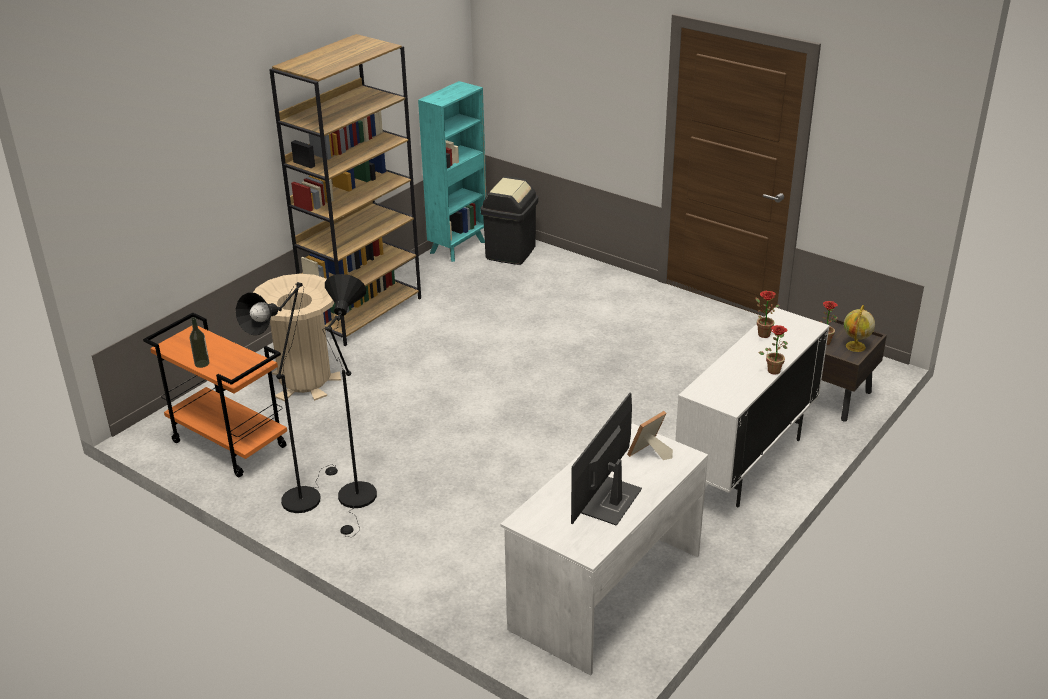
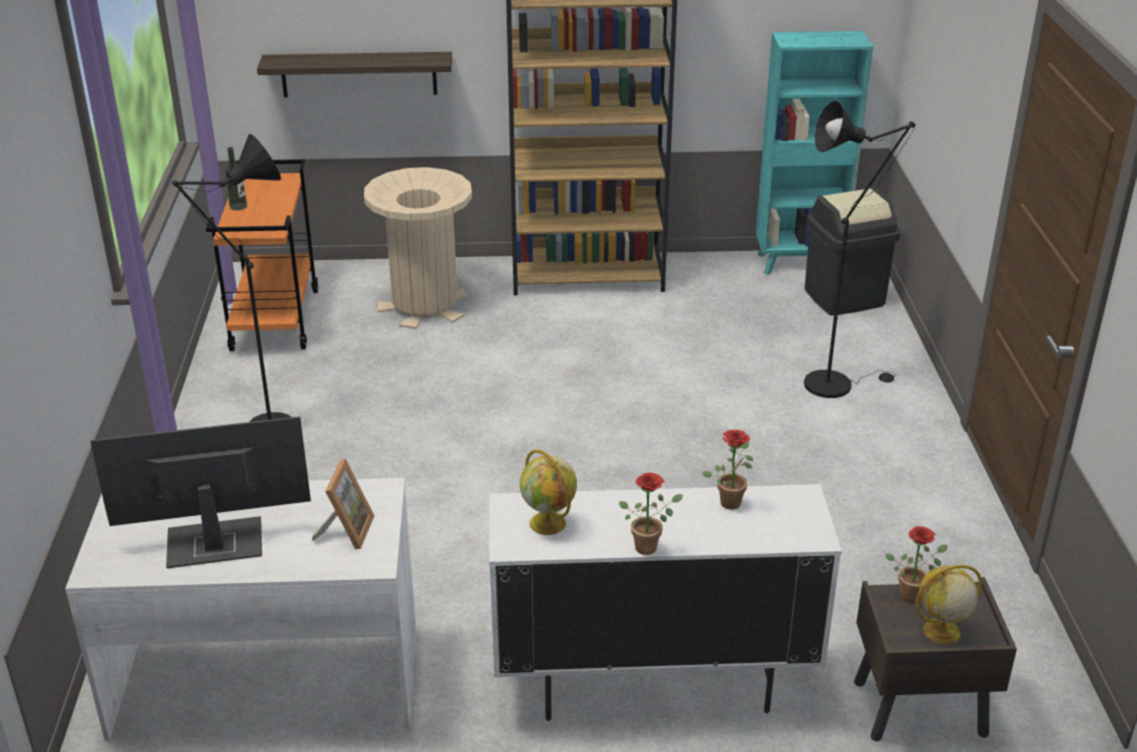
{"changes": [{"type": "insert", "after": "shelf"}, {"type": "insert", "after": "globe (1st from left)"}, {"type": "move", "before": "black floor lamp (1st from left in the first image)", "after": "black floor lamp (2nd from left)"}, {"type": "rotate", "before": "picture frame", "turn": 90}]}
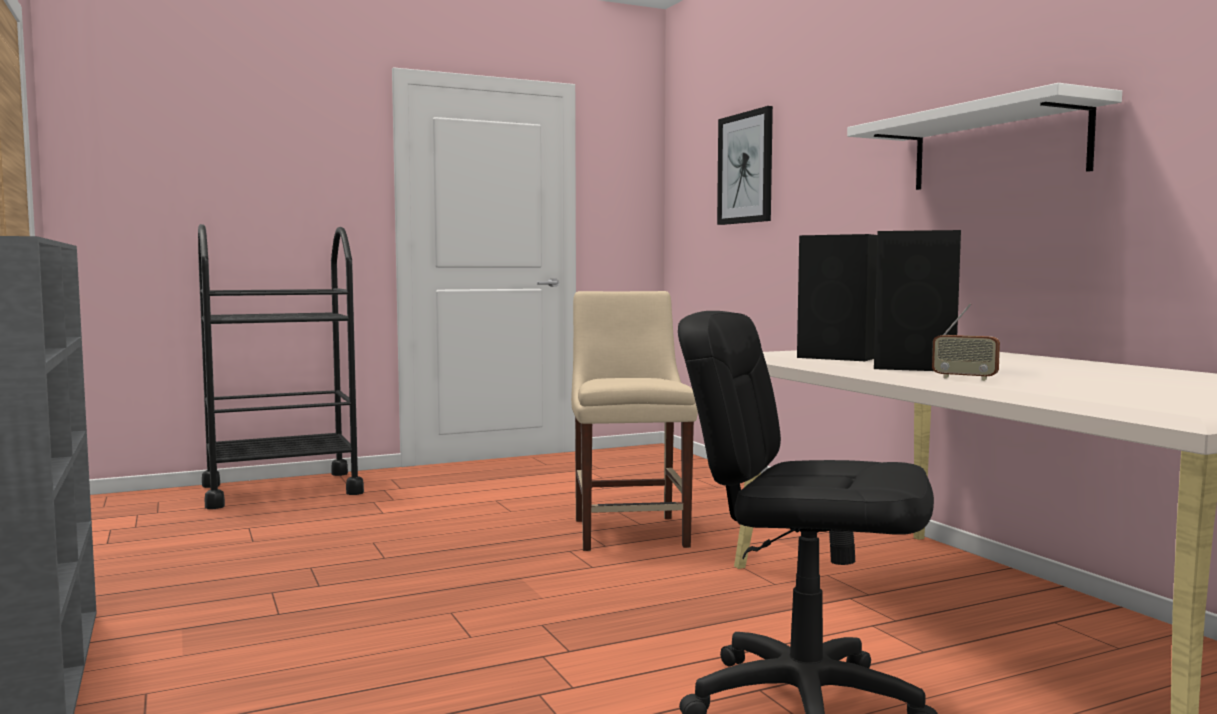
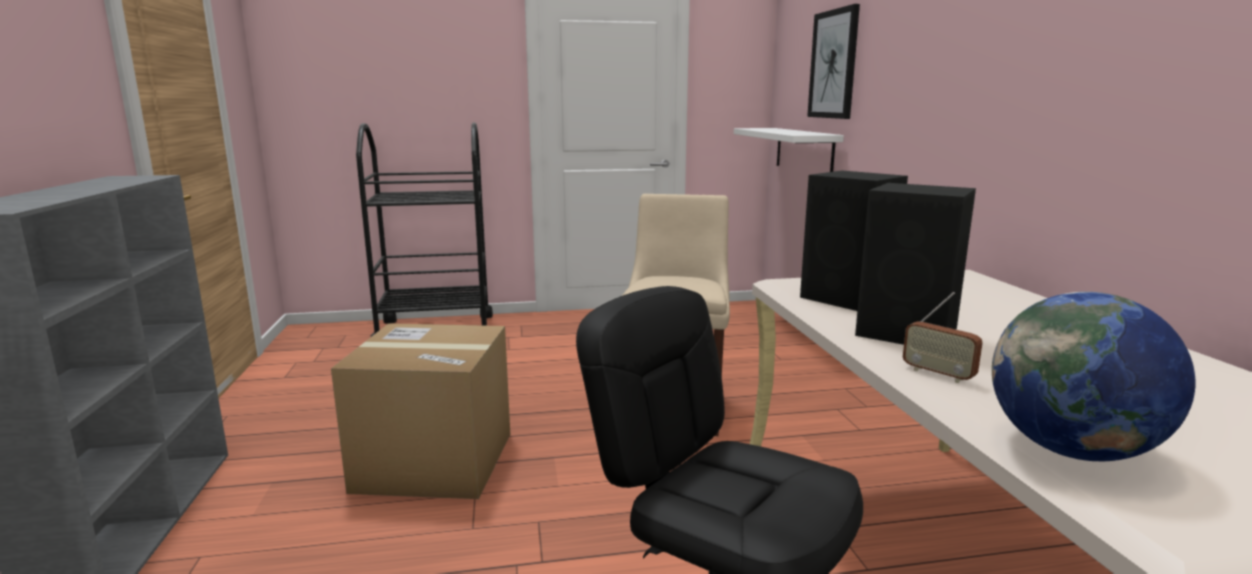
{"changes": [{"type": "insert", "after": "cardboard box"}, {"type": "insert", "after": "globe"}, {"type": "move", "before": "white shelf"}]}
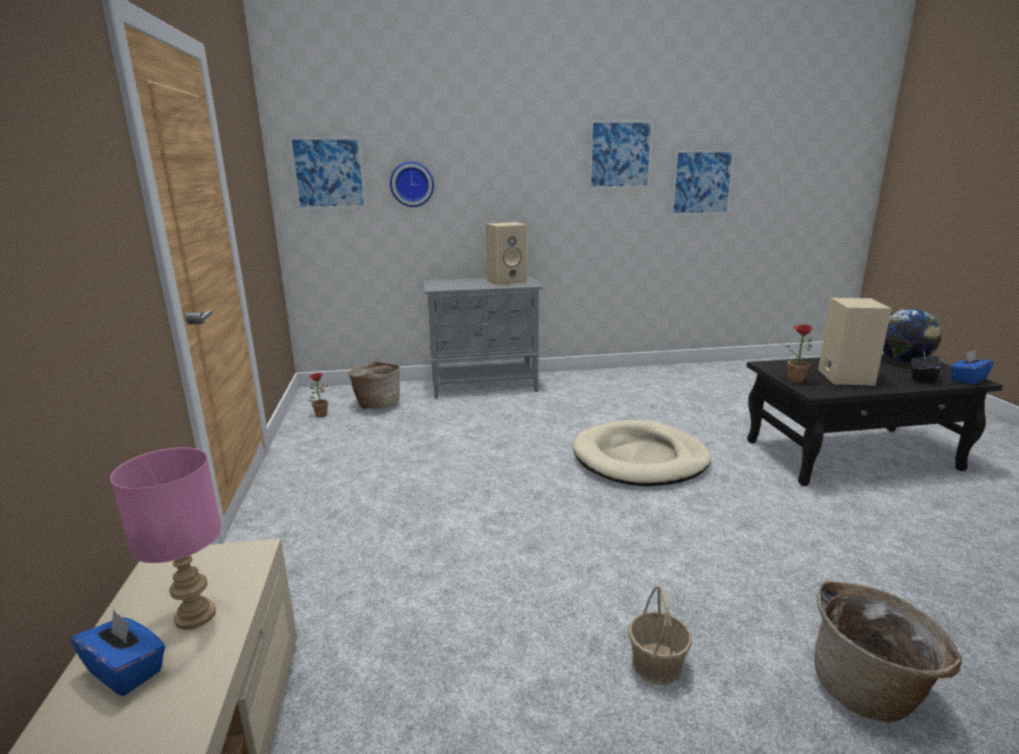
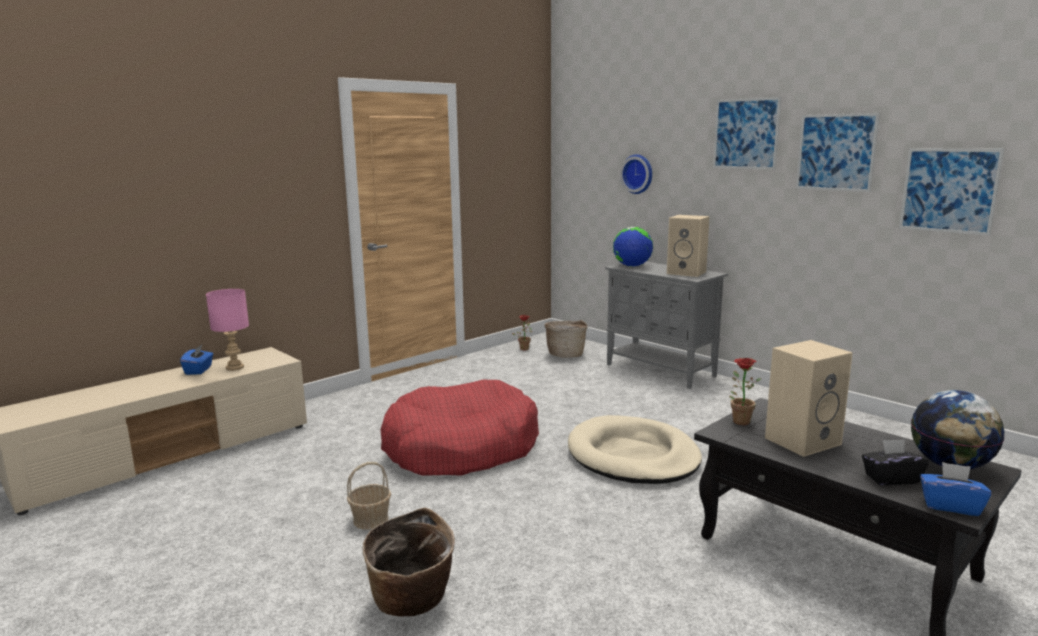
{"changes": [{"type": "insert", "after": "red dog bed"}, {"type": "insert", "after": "globe (1st from left)"}, {"type": "move", "before": "picture (1st from left)"}]}
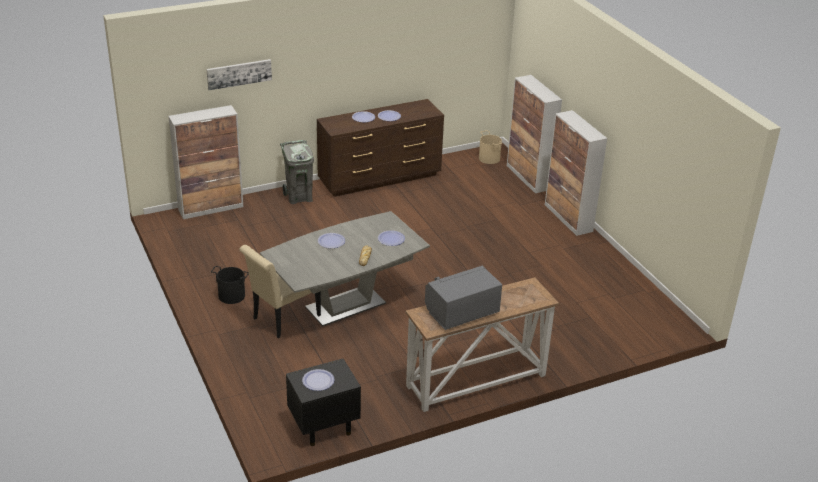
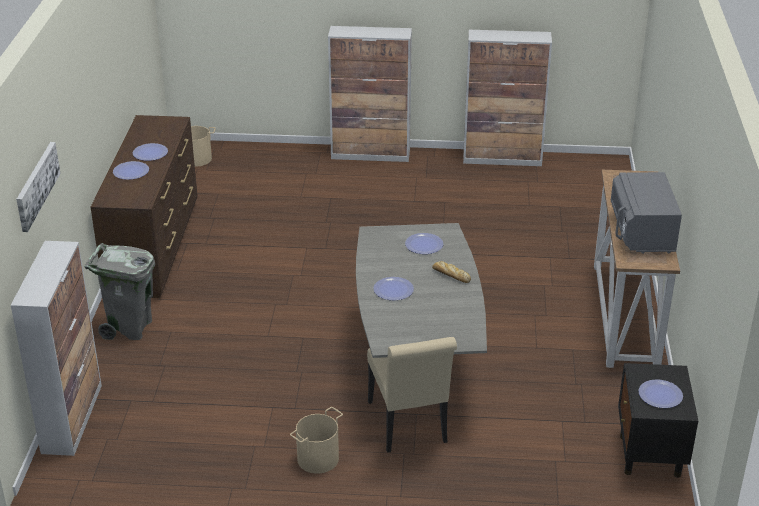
{"changes": [{"type": "move", "before": "cabinet (2nd from left in the first image)", "after": "cabinet (3rd from left)"}, {"type": "recolor", "before": "black bucket", "after": "beige bucket (2nd from left)"}]}
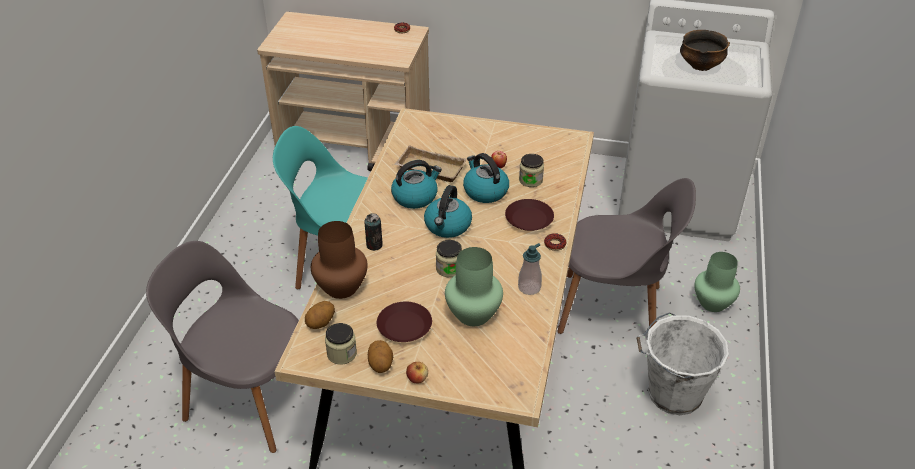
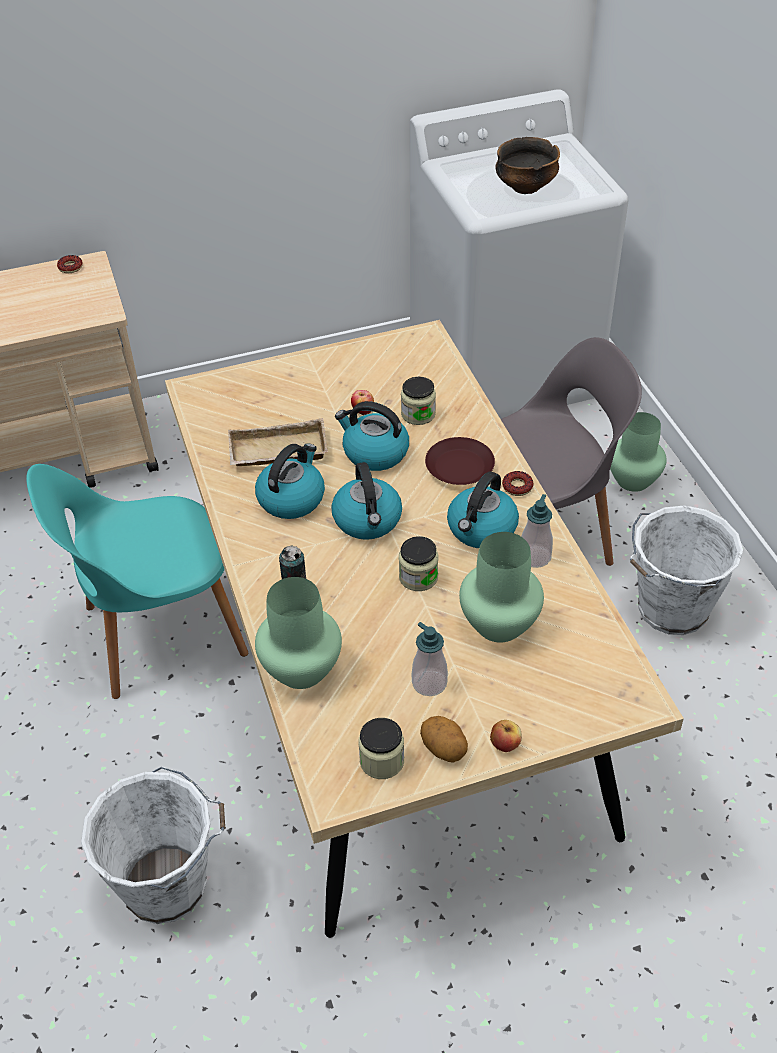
{"changes": [{"type": "delete", "before": "potato (1st from left)"}, {"type": "insert", "after": "kettle (4th from left)"}, {"type": "replace", "before": "grey chair (1st from left)", "after": "white bucket (1st from left)"}, {"type": "replace", "before": "brown plate (1st from left)", "after": "soap dispenser (1st from left)"}, {"type": "recolor", "before": "brown vase", "after": "green vase (1st from left)"}]}
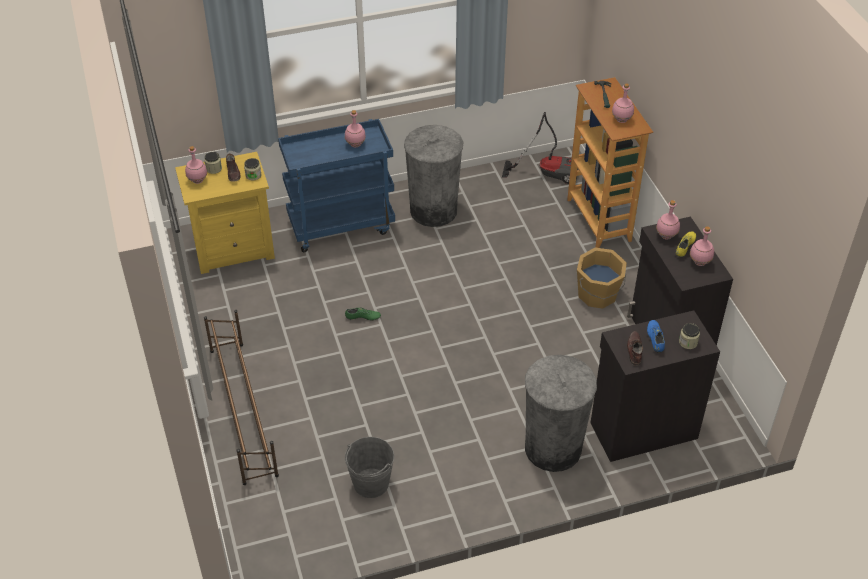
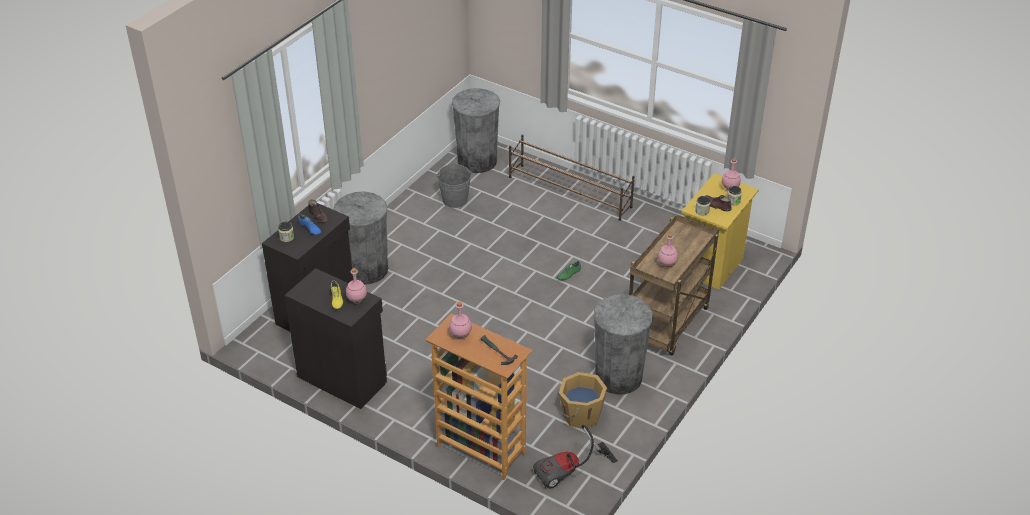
{"changes": [{"type": "delete", "before": "pink bottle (5th from left)"}, {"type": "insert", "after": "grey trash can (2nd from left)"}, {"type": "move", "before": "orange bucket"}, {"type": "recolor", "before": "blue cart", "after": "brown cart"}]}
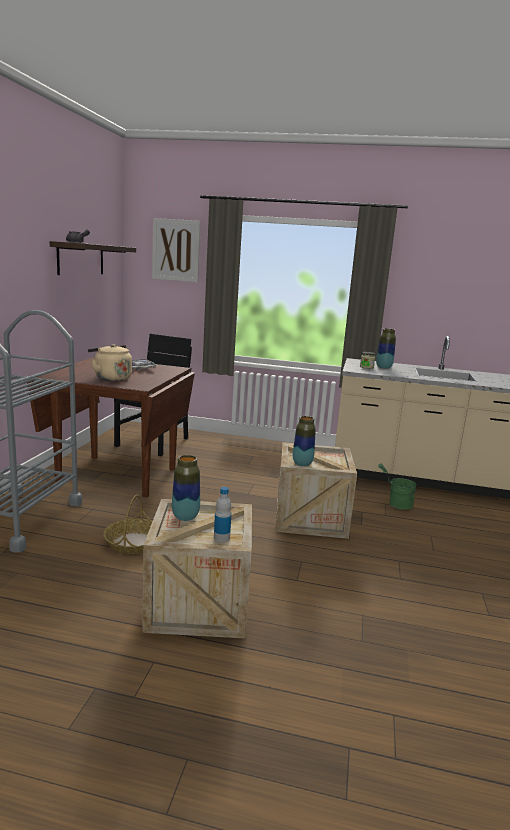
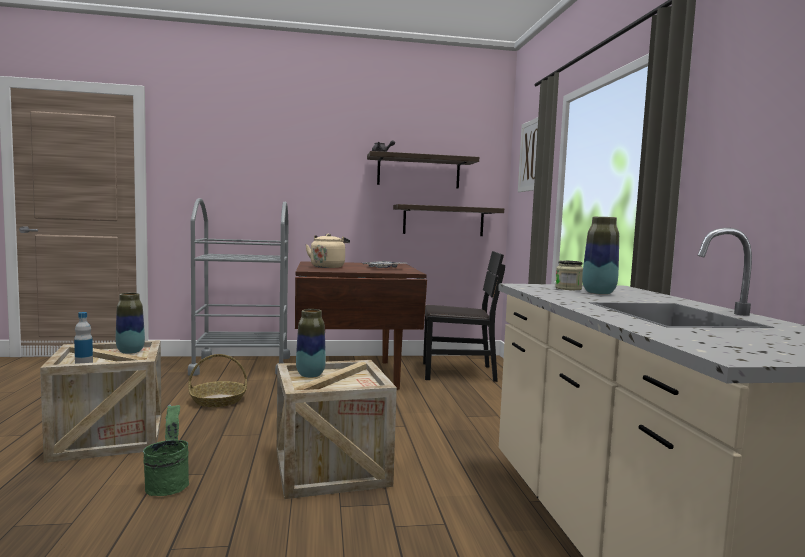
{"changes": [{"type": "insert", "after": "shelf (2nd from left)"}, {"type": "move", "before": "green bucket"}]}
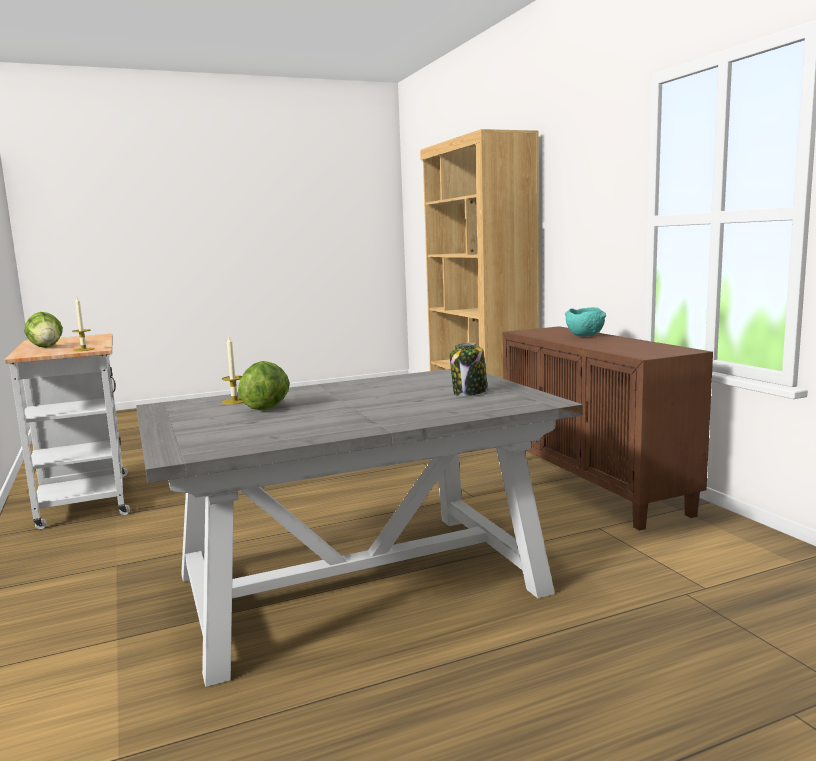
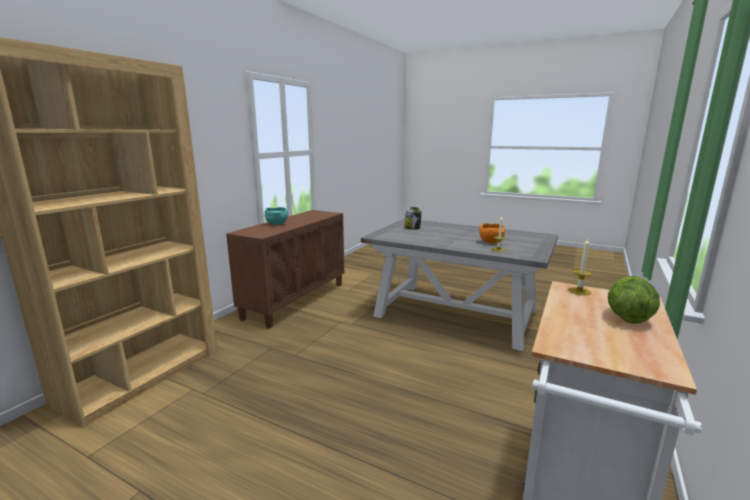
{"changes": [{"type": "replace", "before": "lettuce (2nd from left)", "after": "orange bowl"}]}
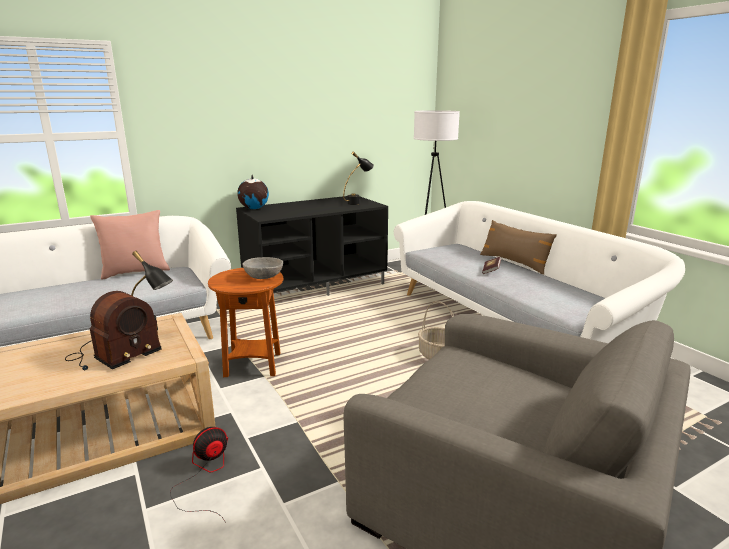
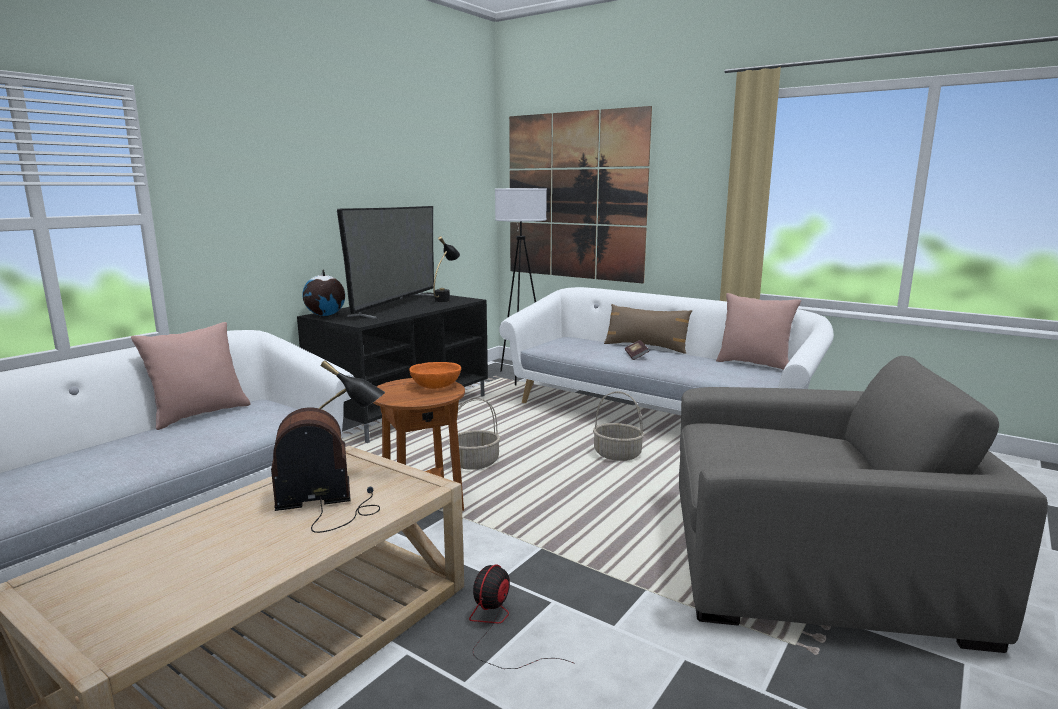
{"changes": [{"type": "insert", "after": "television"}, {"type": "insert", "after": "basket (1st from left)"}, {"type": "insert", "after": "picture"}, {"type": "insert", "after": "pink pillow (2nd from left)"}, {"type": "recolor", "before": "grey bowl", "after": "orange bowl"}, {"type": "rotate", "before": "radio", "turn": -120}]}
